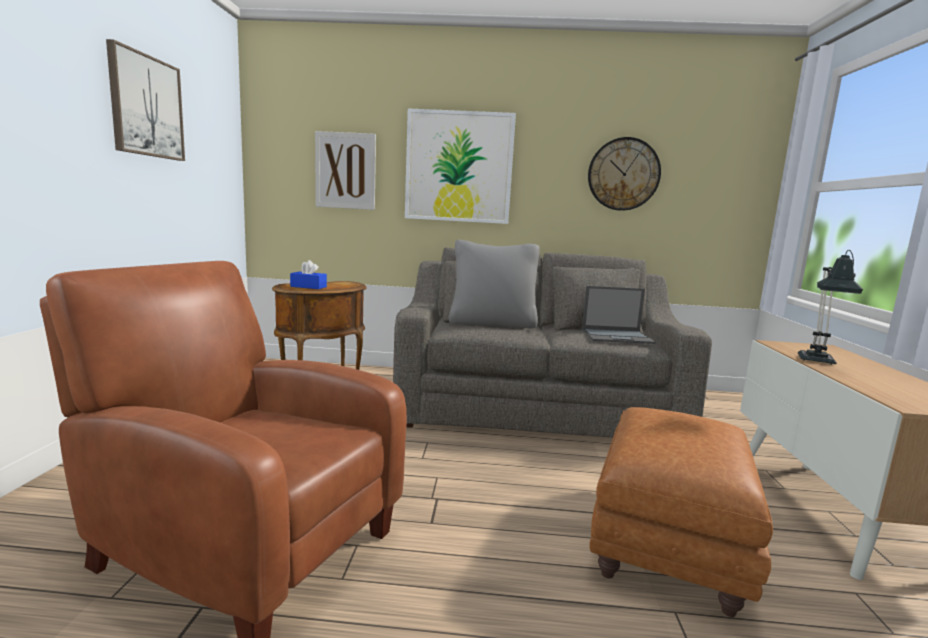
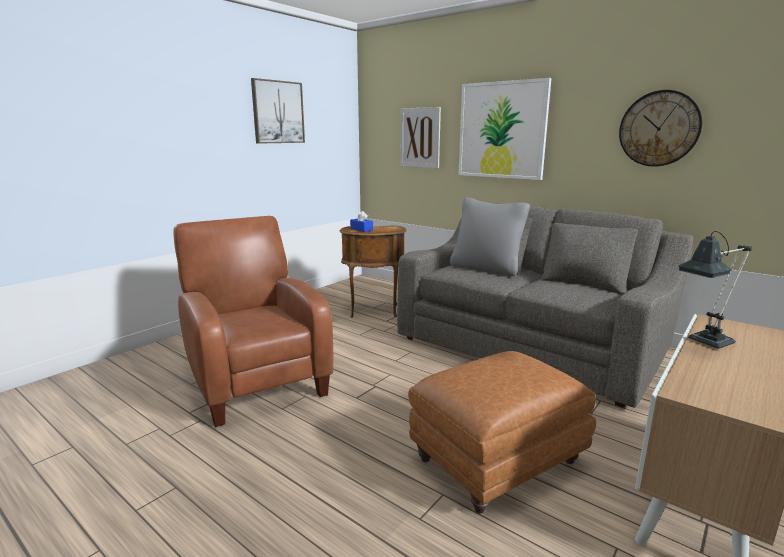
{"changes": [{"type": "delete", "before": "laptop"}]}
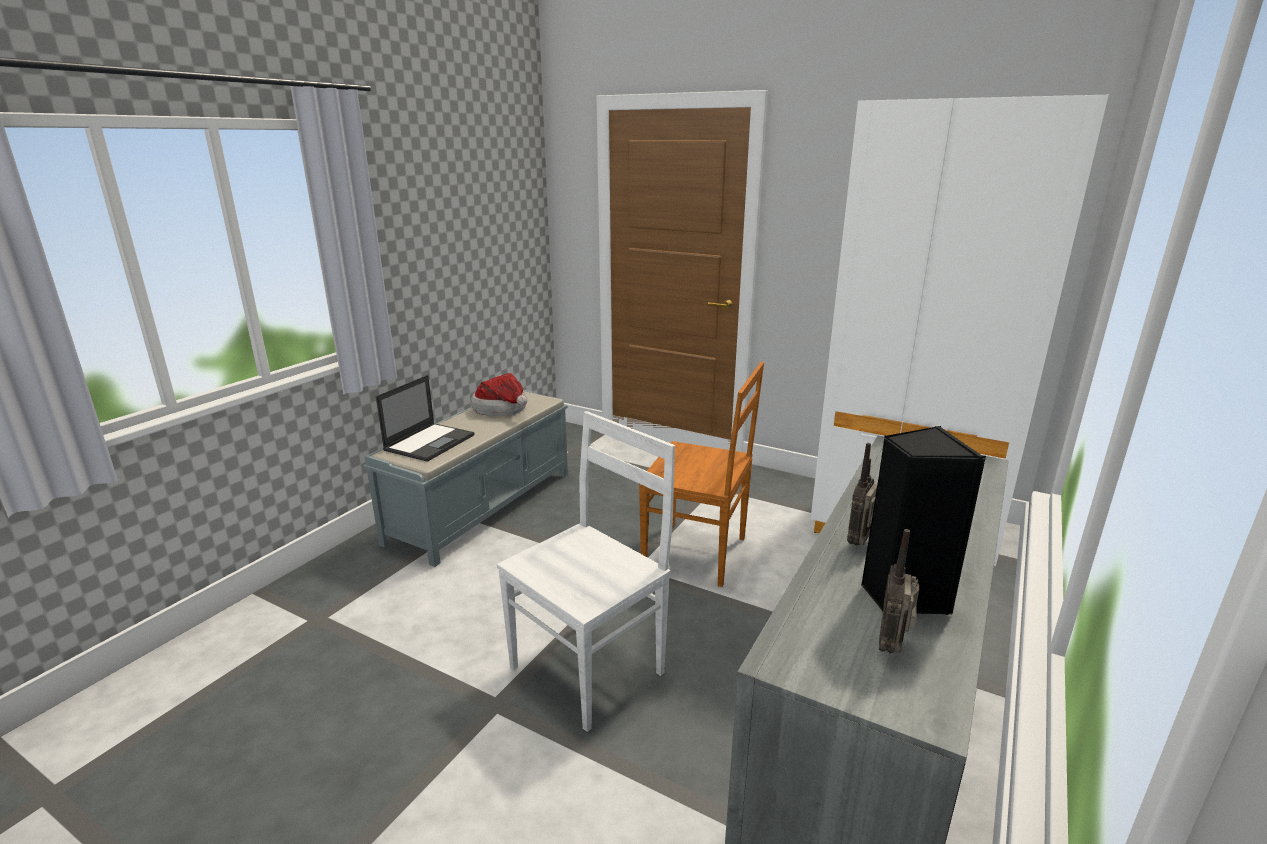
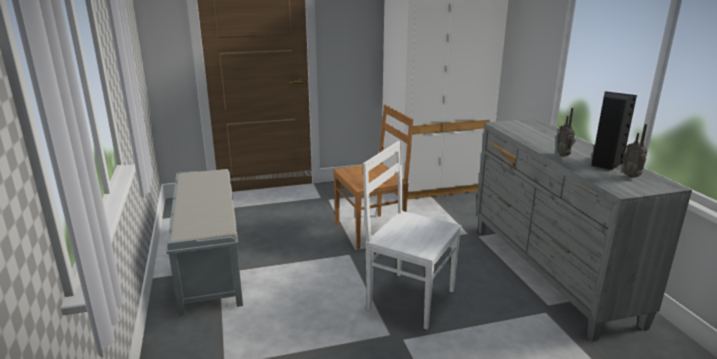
{"changes": [{"type": "delete", "before": "laptop"}, {"type": "delete", "before": "hat"}, {"type": "rotate", "before": "white chair", "turn": -60}]}
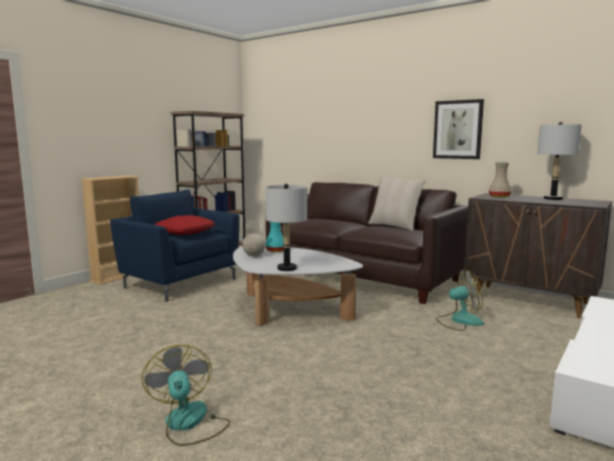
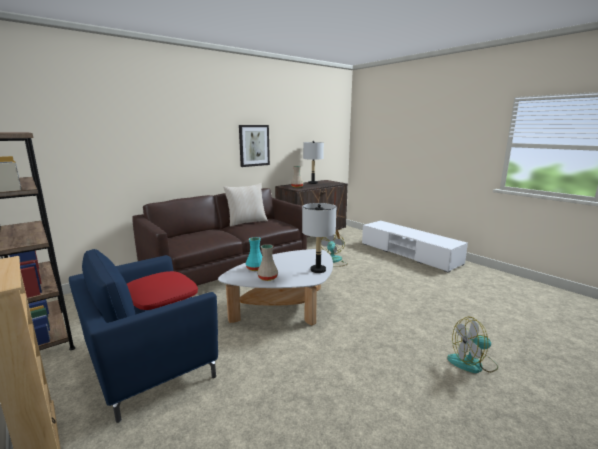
{"changes": [{"type": "replace", "before": "globe", "after": "beige vase (1st from left)"}]}
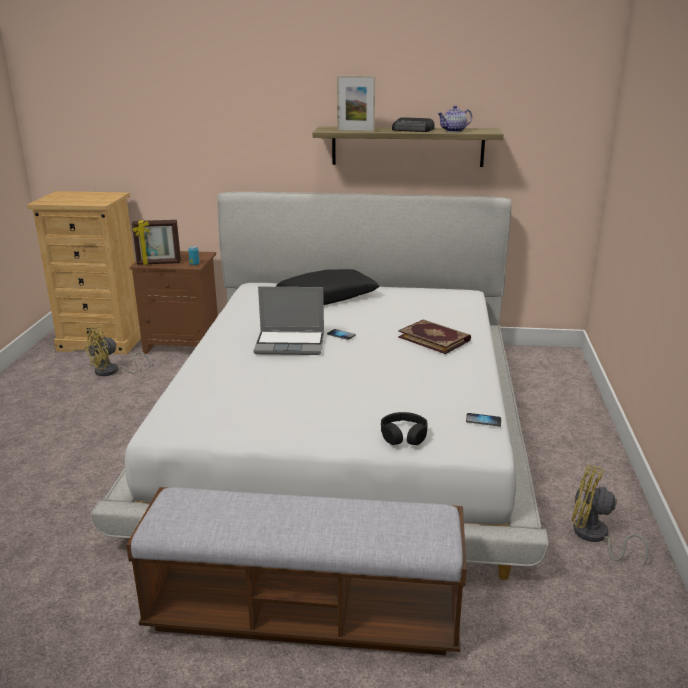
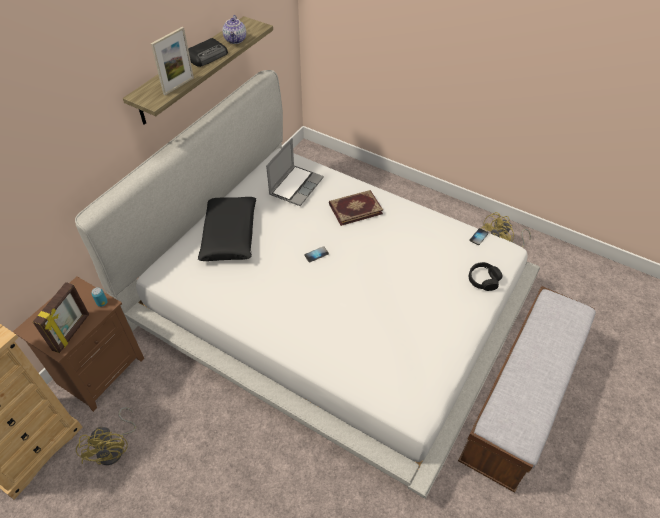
{"changes": [{"type": "move", "before": "laptop"}]}
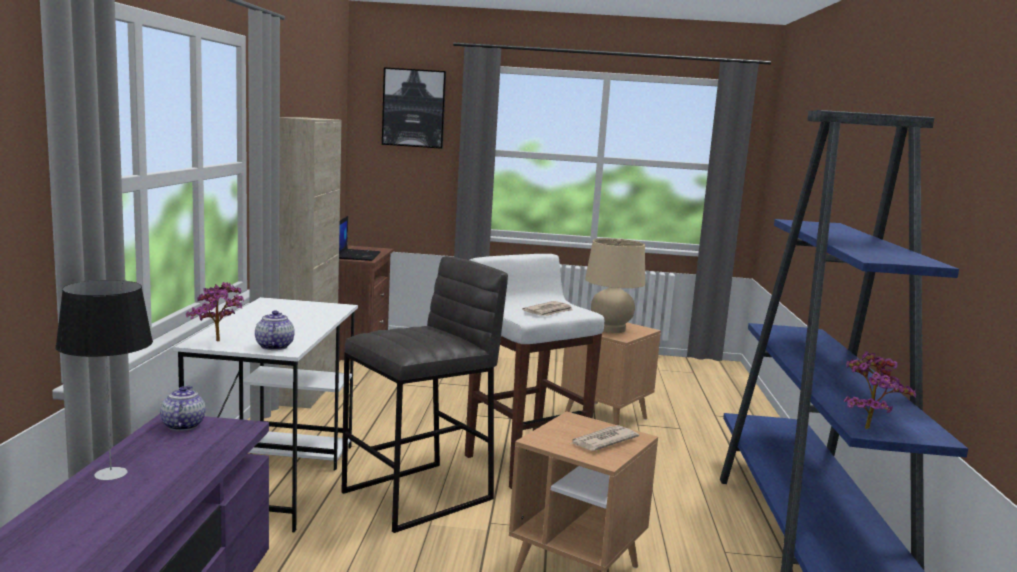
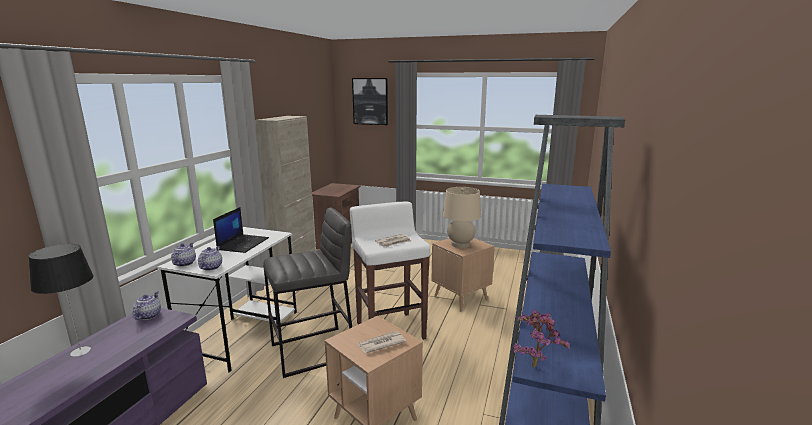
{"changes": [{"type": "move", "before": "laptop"}, {"type": "replace", "before": "potted plant (1st from left)", "after": "teapot (2nd from left)"}]}
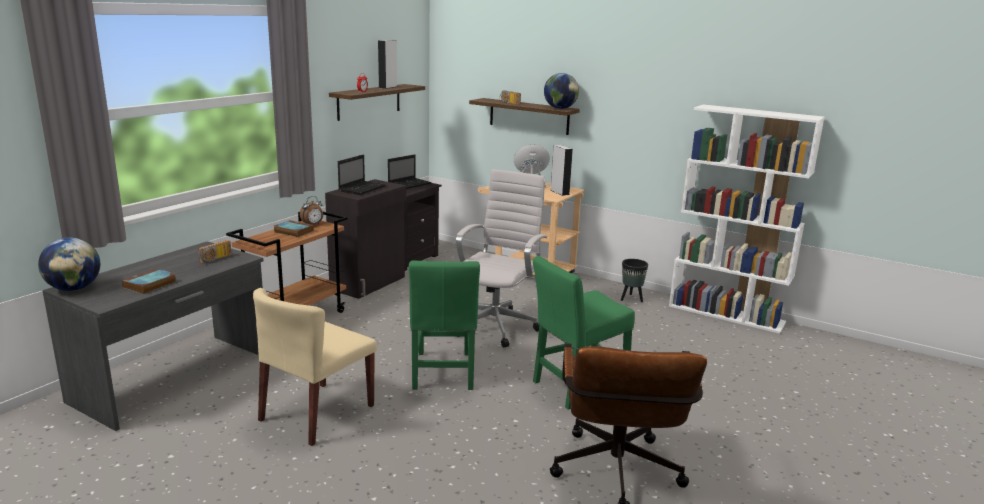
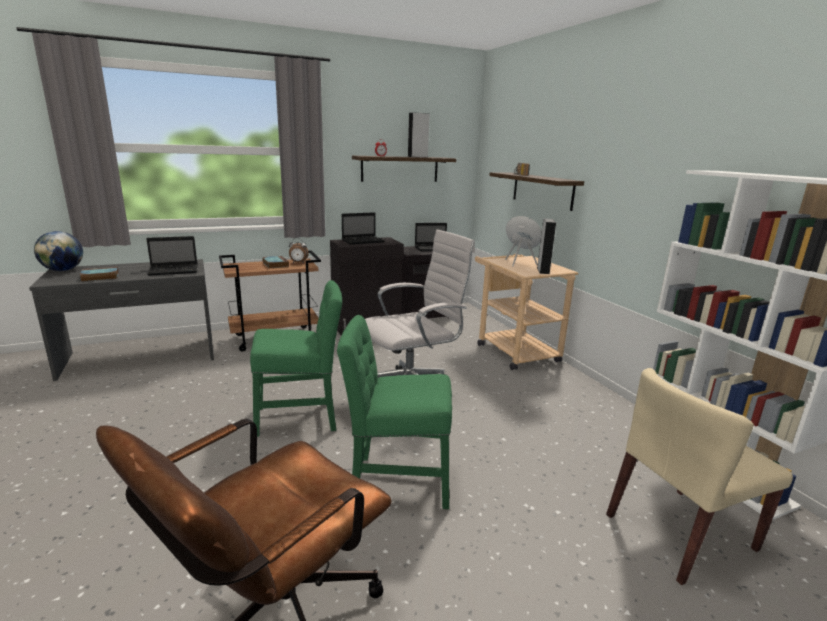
{"changes": [{"type": "delete", "before": "globe (2nd from left)"}, {"type": "delete", "before": "black planter"}, {"type": "move", "before": "beige chair"}, {"type": "replace", "before": "radio (1st from left)", "after": "laptop (1st from left)"}, {"type": "rotate", "before": "green chair (1st from left)", "turn": -135}]}
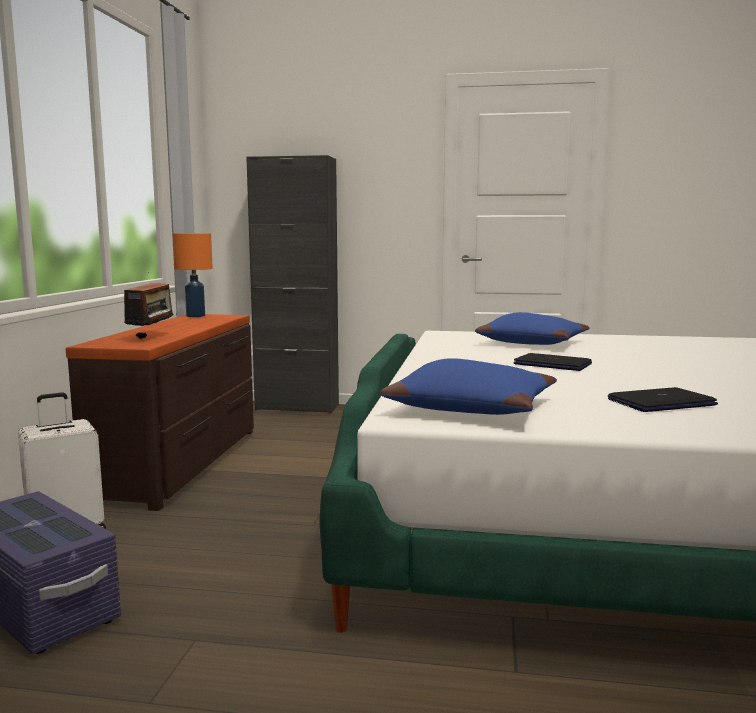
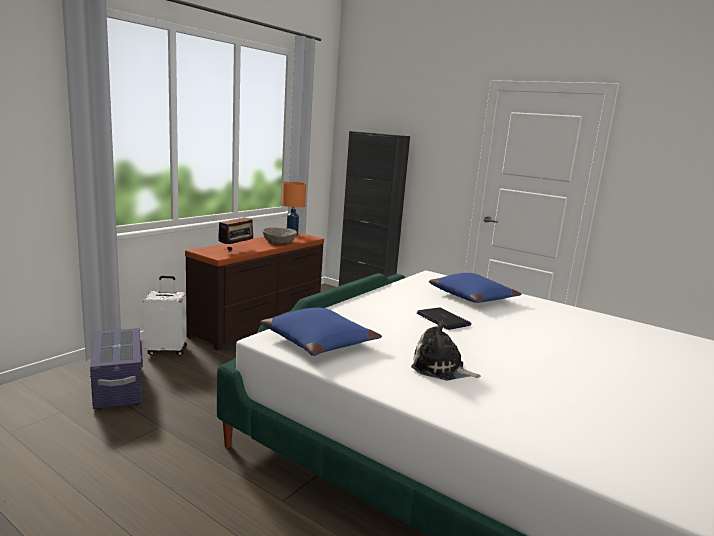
{"changes": [{"type": "insert", "after": "beige bowl"}, {"type": "replace", "before": "laptop (2nd from left)", "after": "plush toy"}]}
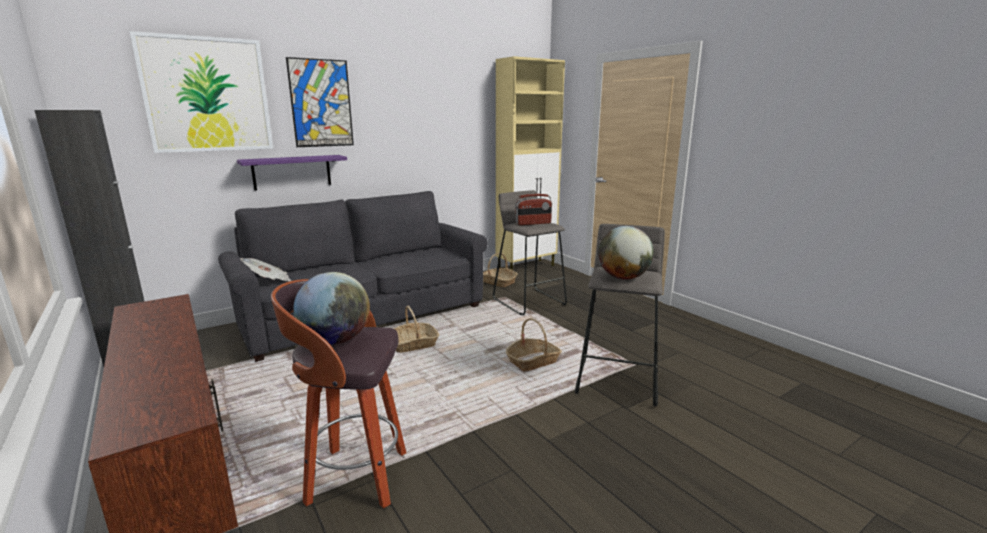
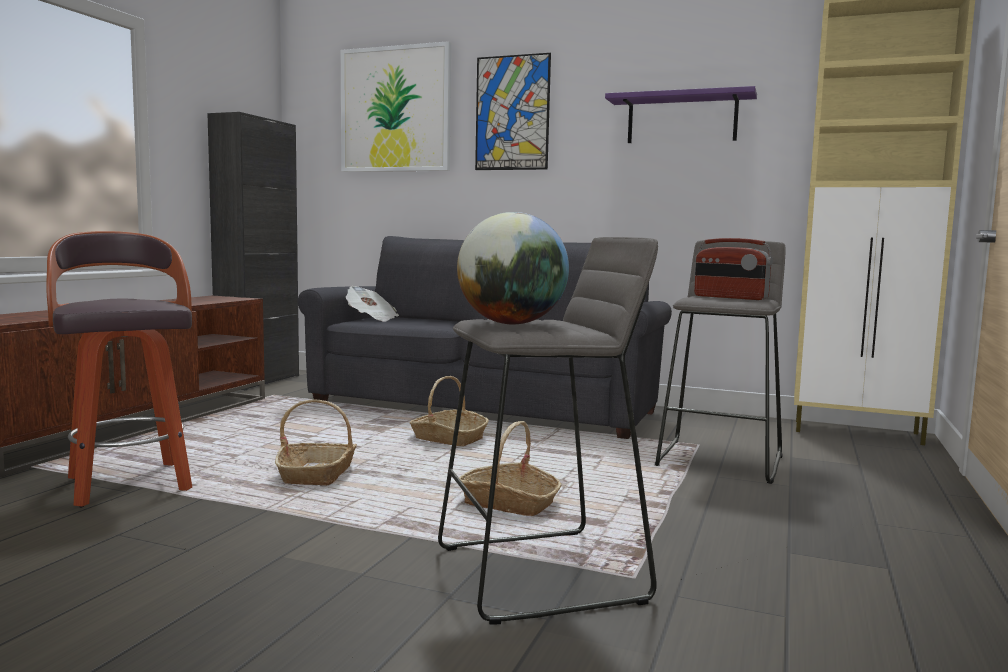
{"changes": [{"type": "delete", "before": "globe (1st from left)"}, {"type": "move", "before": "purple shelf"}, {"type": "move", "before": "basket (2nd from left in the first image)", "after": "basket (1st from left)"}]}
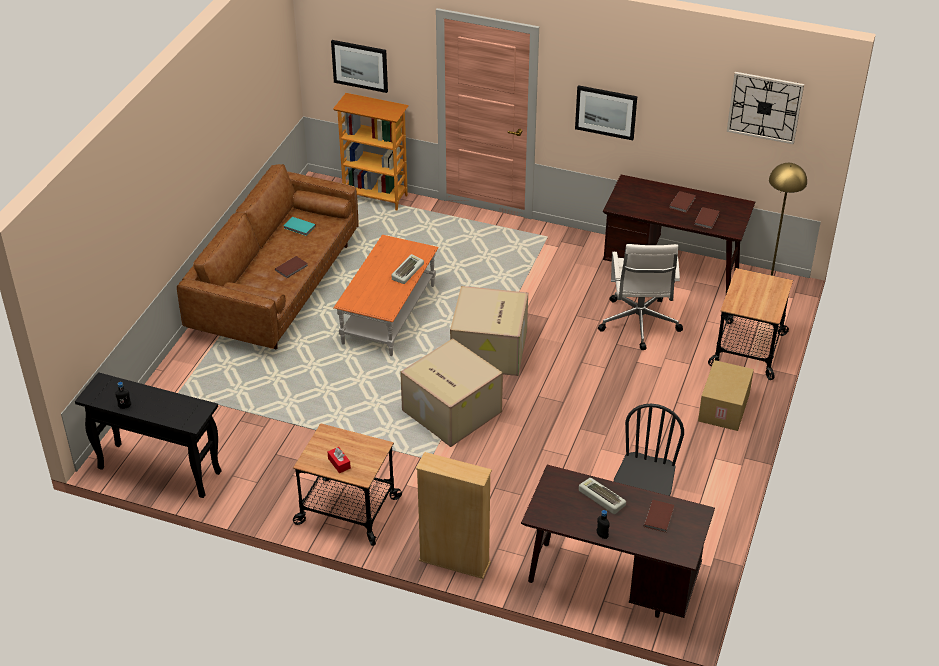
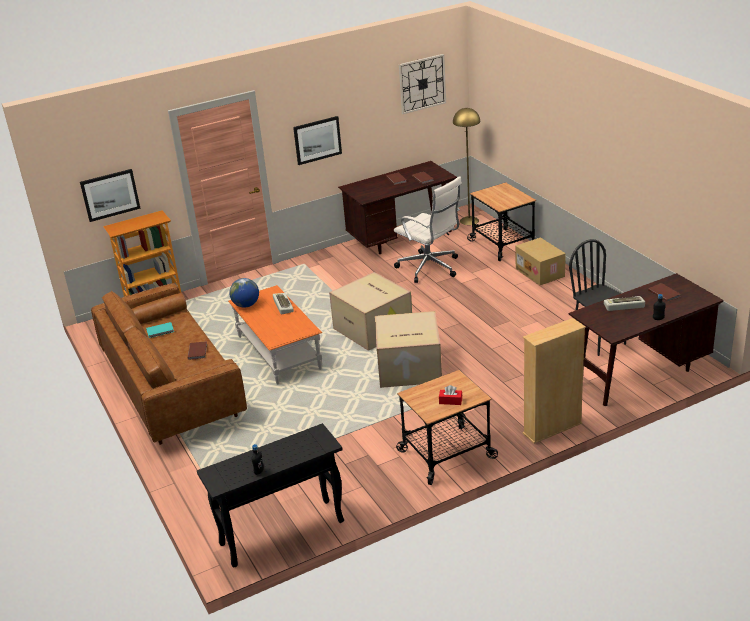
{"changes": [{"type": "insert", "after": "globe"}]}
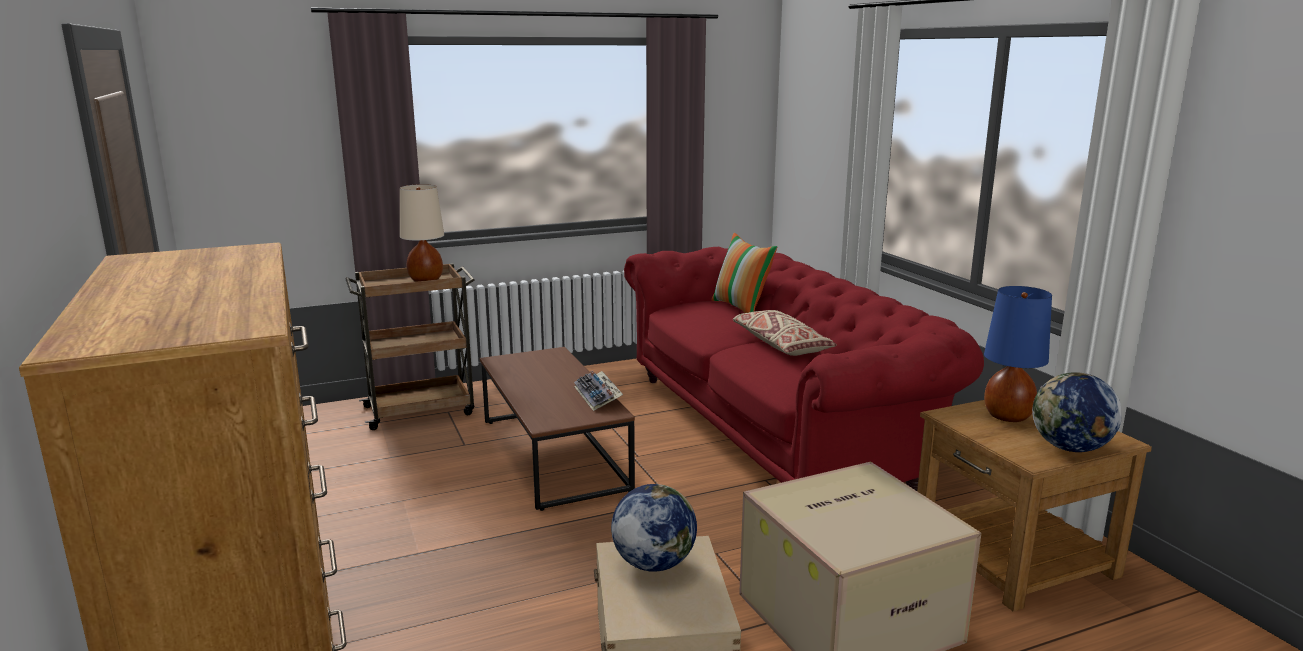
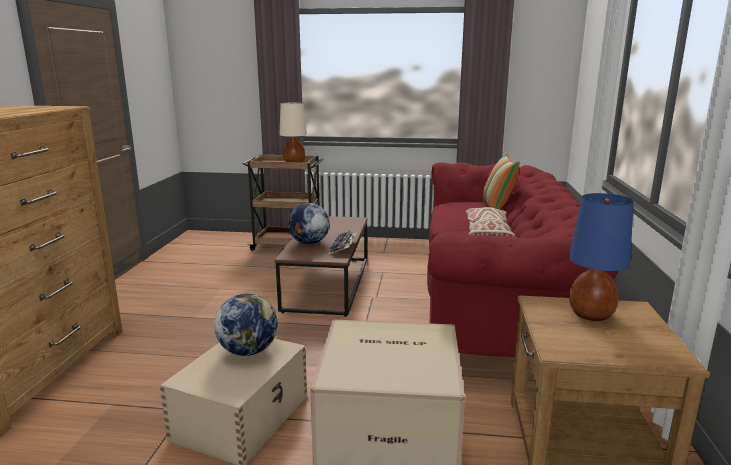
{"changes": [{"type": "move", "before": "globe (2nd from left)"}]}
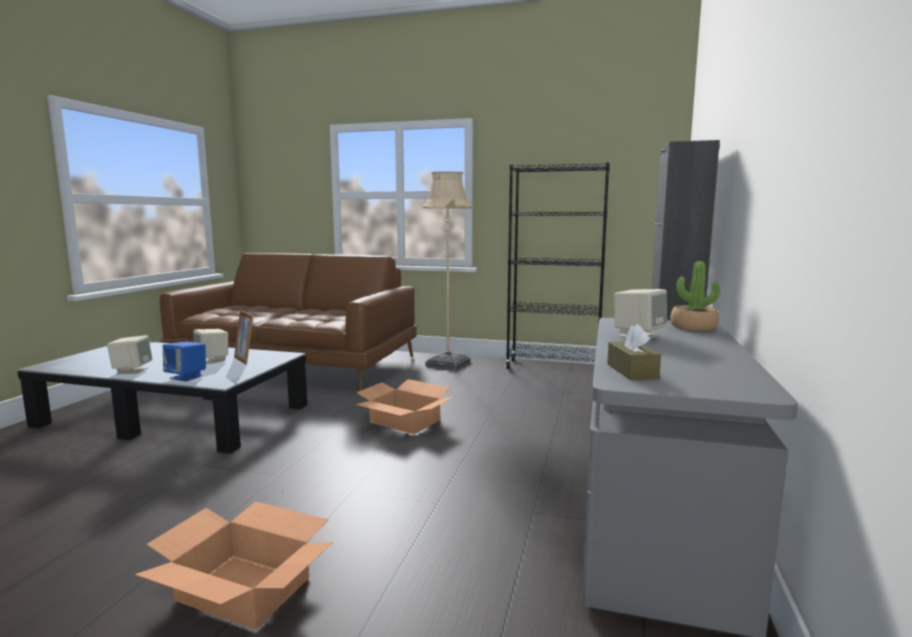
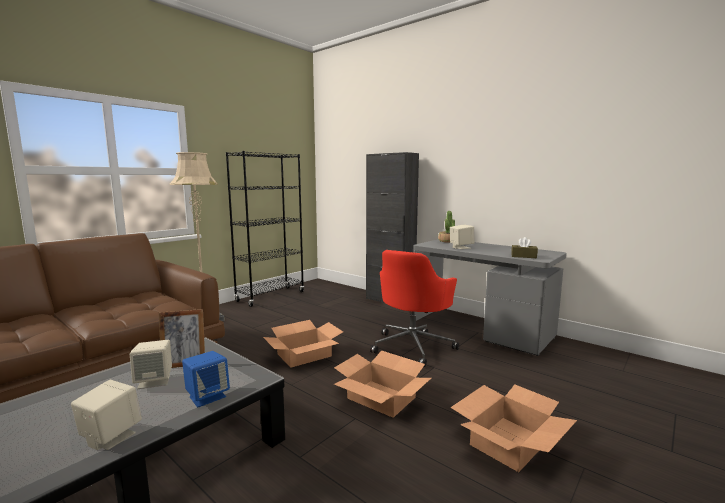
{"changes": [{"type": "insert", "after": "cardboard box (2nd from left)"}, {"type": "insert", "after": "red office chair"}]}
